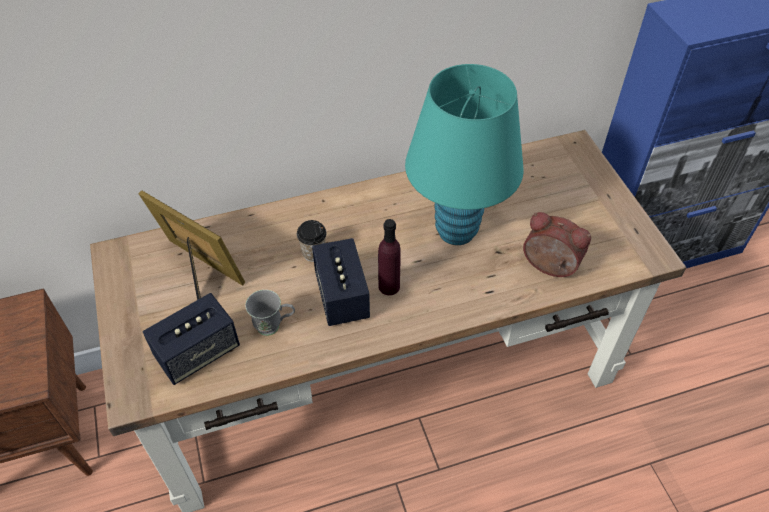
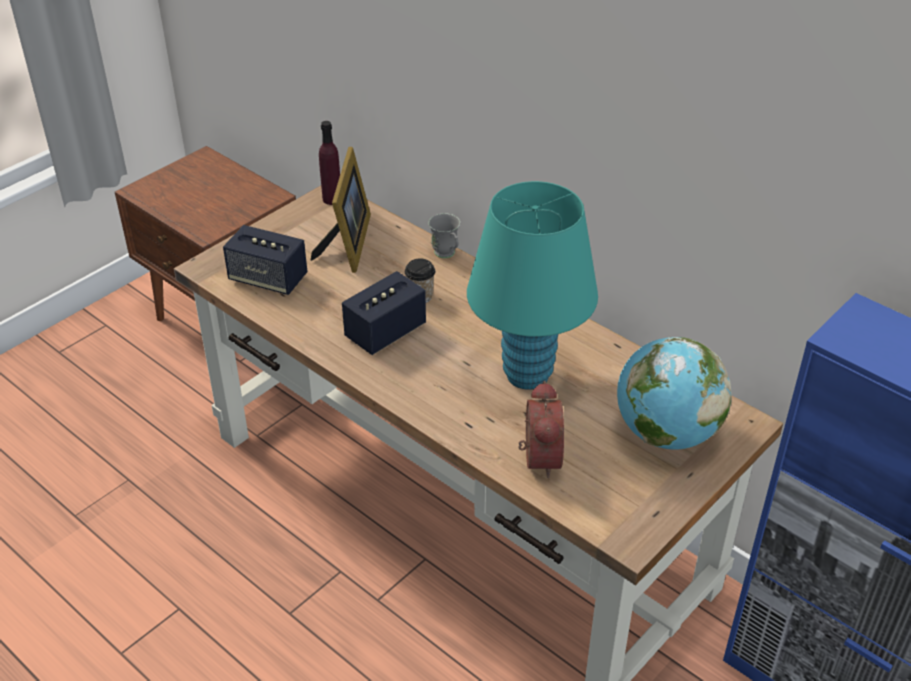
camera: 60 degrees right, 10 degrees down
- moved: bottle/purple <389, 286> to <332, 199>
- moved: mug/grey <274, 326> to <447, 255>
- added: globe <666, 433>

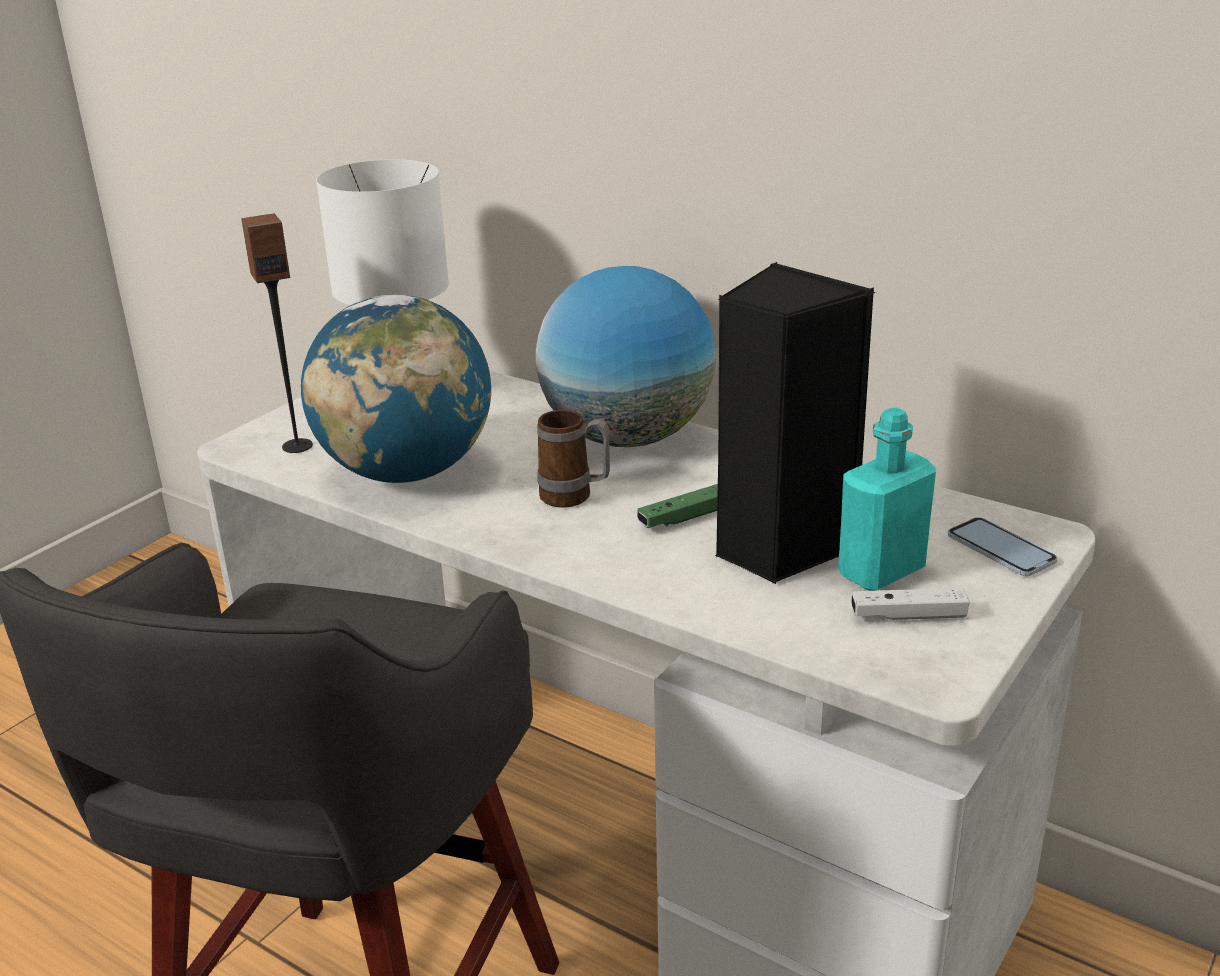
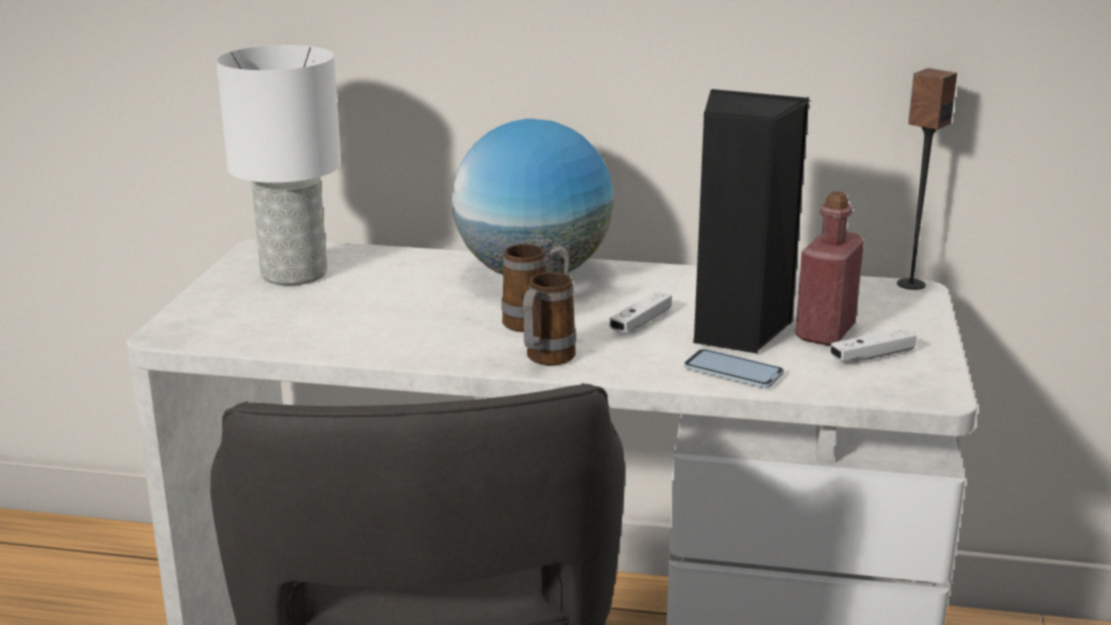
camera: 25 degrees left, 5 degrees down
- added: mug <545, 360>
- recoloured: game controller/green <684, 518> to game controller/white <641, 322>
- moved: phone <1001, 549> to <733, 371>
- recoloured: bottle/turquoise <881, 572> to bottle/red <825, 332>
- moved: speaker <297, 446> to <910, 284>
- removed: globe <407, 472>

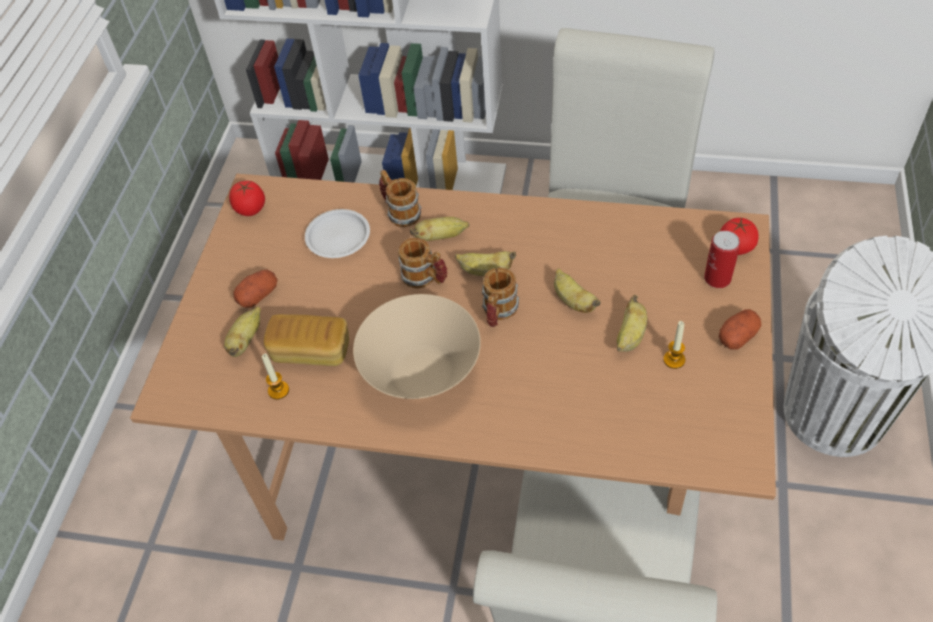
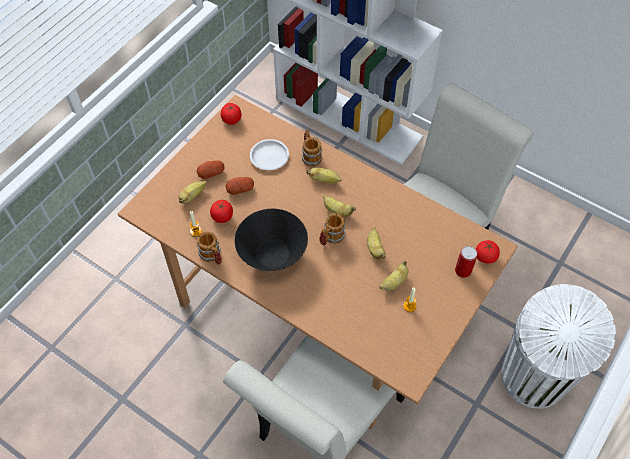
camera: 20 degrees right, 5 degrees up
- moved: mug <425, 278> to <212, 256>
- replaced: bread <311, 351> to tomato <222, 216>
- moved: potato <737, 336> to <240, 189>
- recoloured: bowl/beige <422, 373> to bowl/black <272, 254>

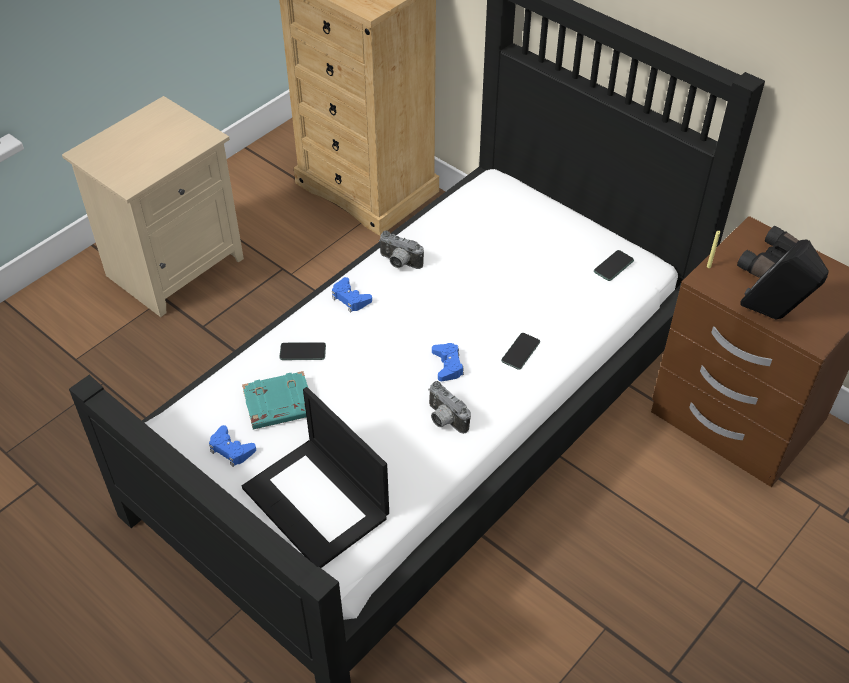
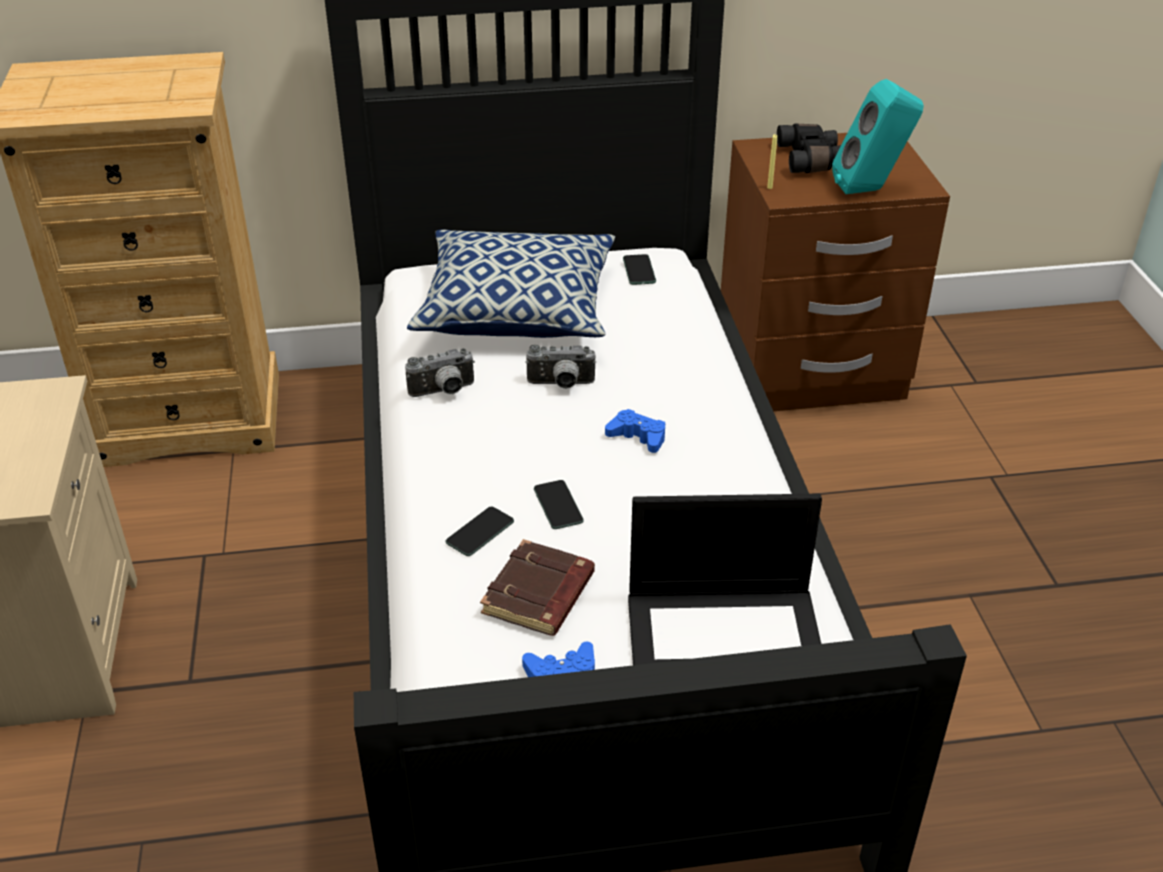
camera: 50 degrees left, 10 degrees down
- added: pillow <517, 310>
- recoloured: book/turquoise <278, 405> to book/brown <539, 595>
- moved: photo camera <444, 419> to <561, 385>
- moved: phone <520, 351> to <558, 505>
- recoloured: speaker/black <774, 316> to speaker/turquoise <871, 190>
- removed: game controller/blue <350, 298>

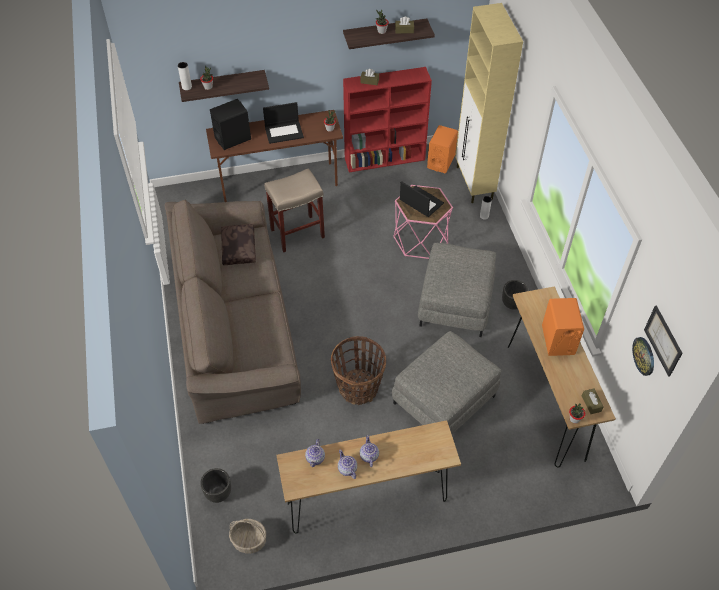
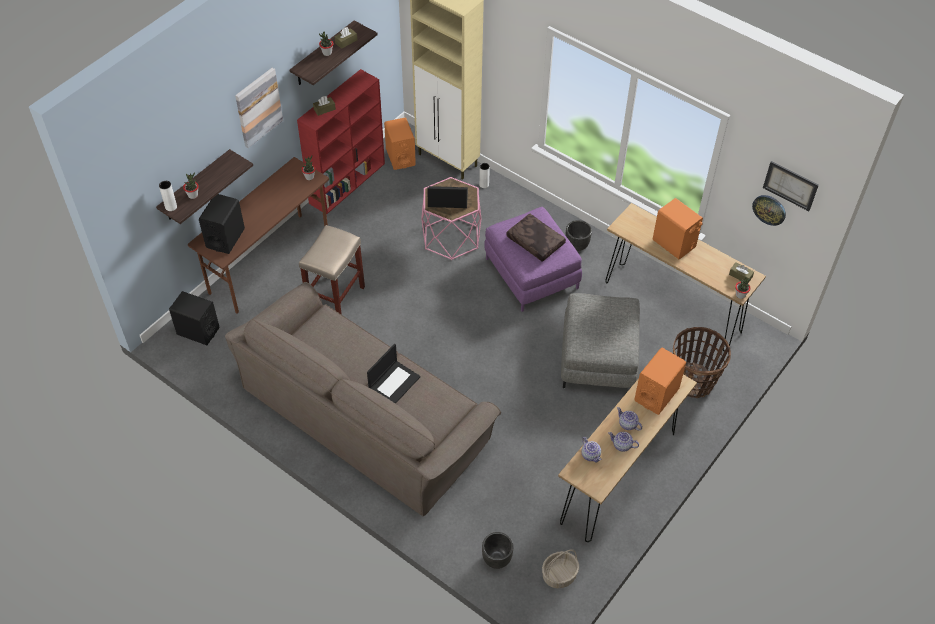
camera: 40 degrees left, 0 degrees up
- added: speaker/black <198, 331>
- added: picture <258, 107>
- moved: laptop <284, 132> to <394, 382>
- recoloured: ottoman/grey <456, 303> to ottoman/purple <532, 273>
- moved: pillow/brown <238, 248> to <534, 242>
- added: speaker/orange <656, 394>
- moved: basket <358, 388> to <692, 381>

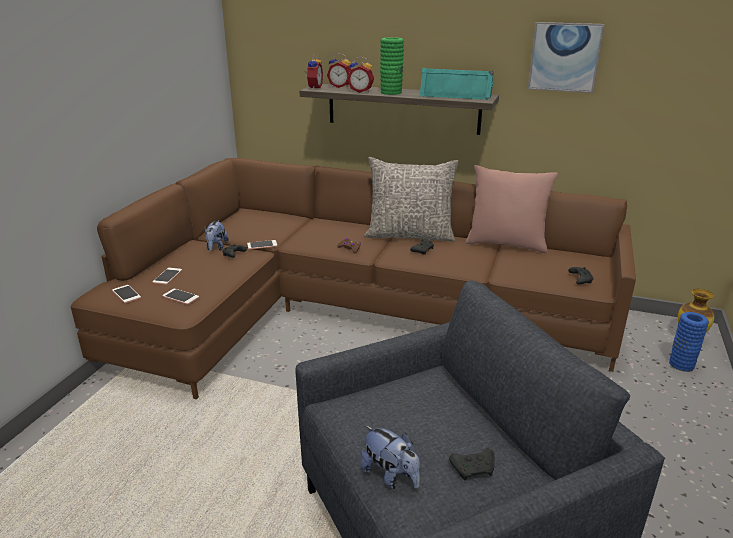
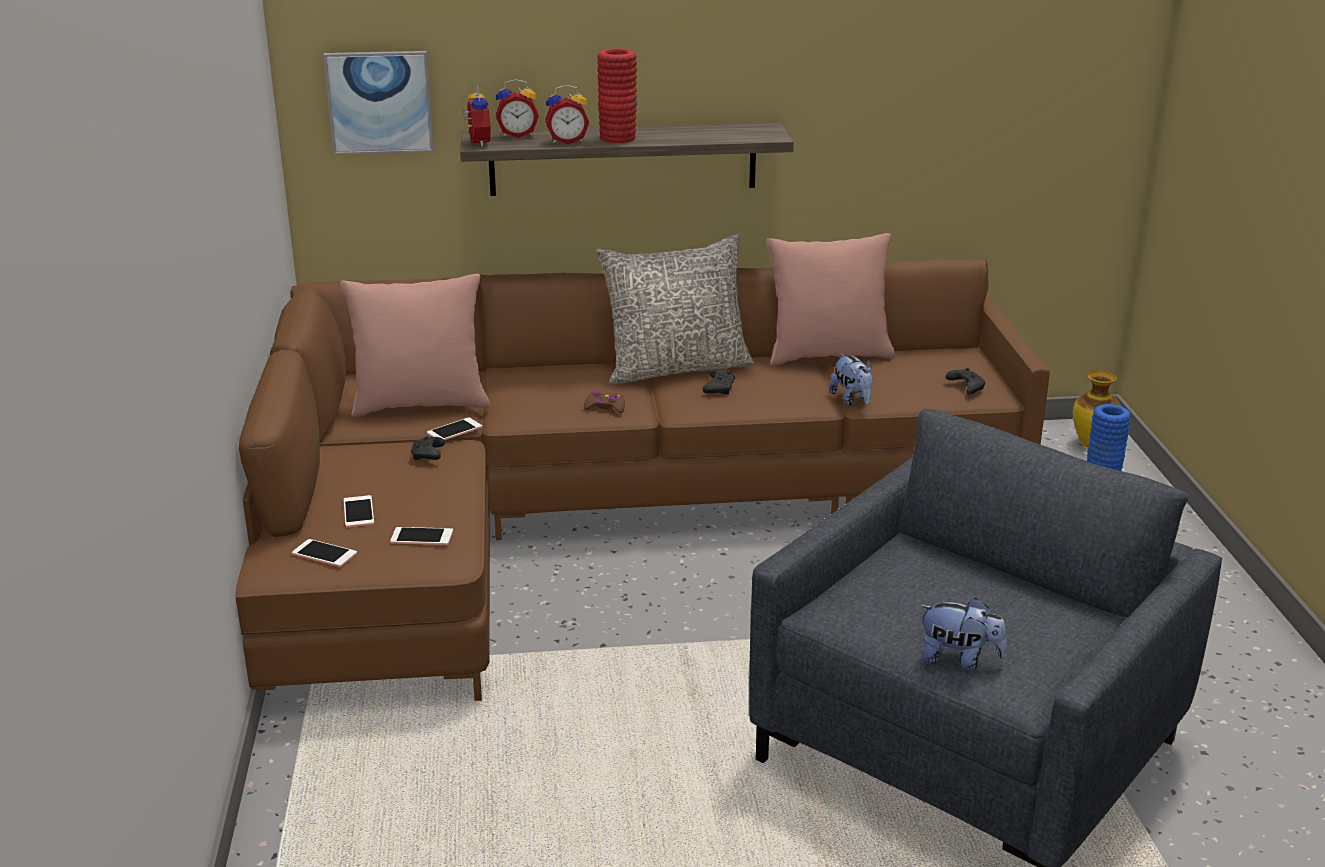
camera: 25 degrees left, 0 degrees up
- moved: picture <564, 57> to <379, 102>
- added: pillow/pink <420, 404>
- recoloured: vase/green <391, 92> to vase/red <618, 138>
- moved: plush toy <216, 248> to <852, 400>
- removed: speaker/turquoise <456, 95>
- removed: game controller/black <474, 469>

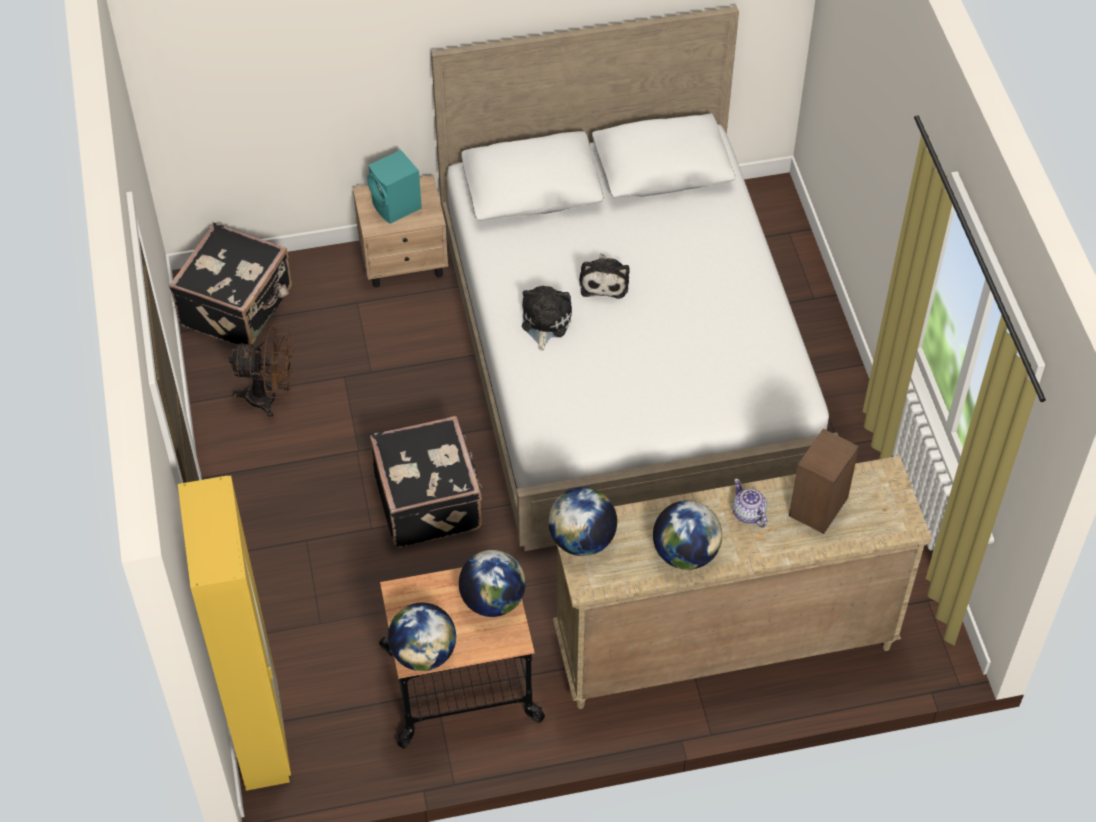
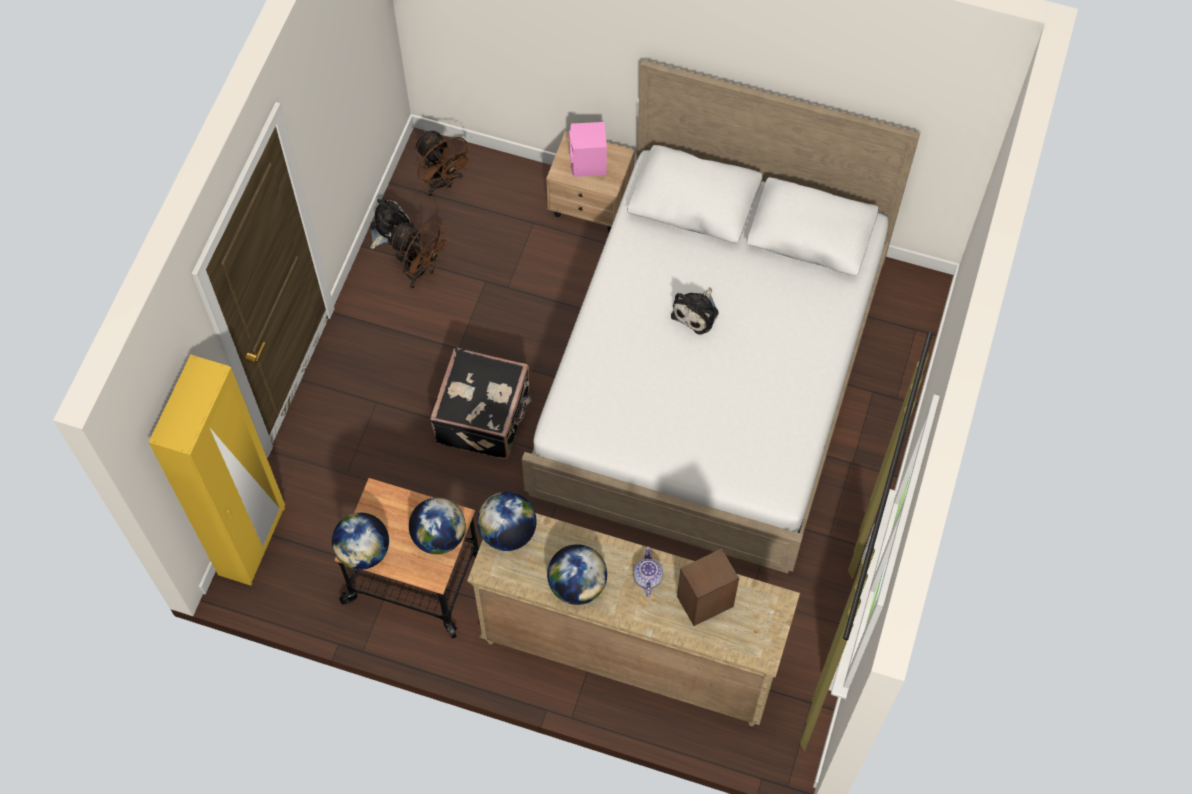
camera: 30 degrees right, 10 degrees up
- moved: plush toy <545, 322> to <389, 228>
- replaced: suitcase/black <238, 307> to fan/brown <443, 183>
- recoloured: speaker/turquoise <397, 207> to speaker/pink <588, 164>

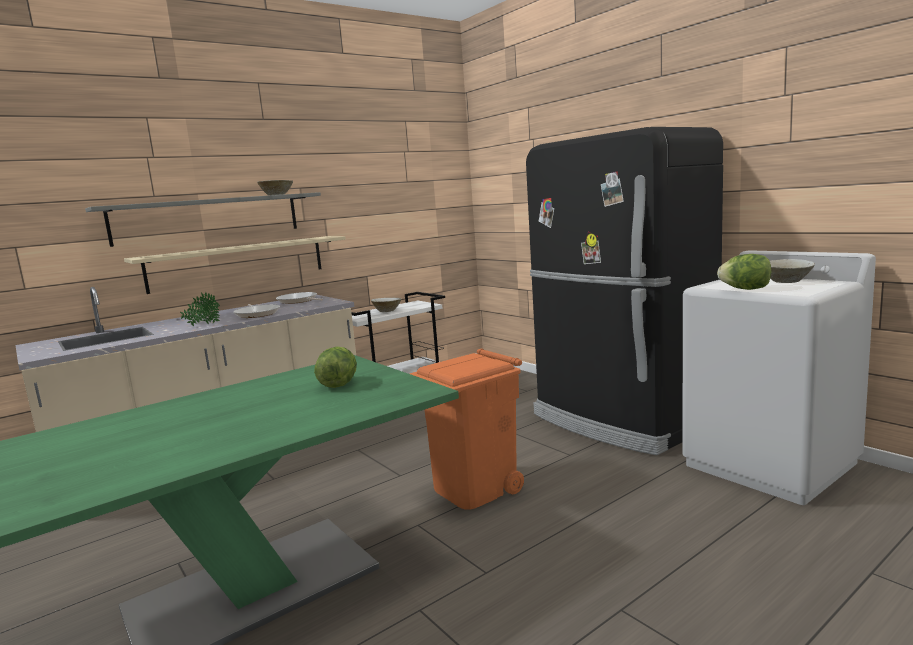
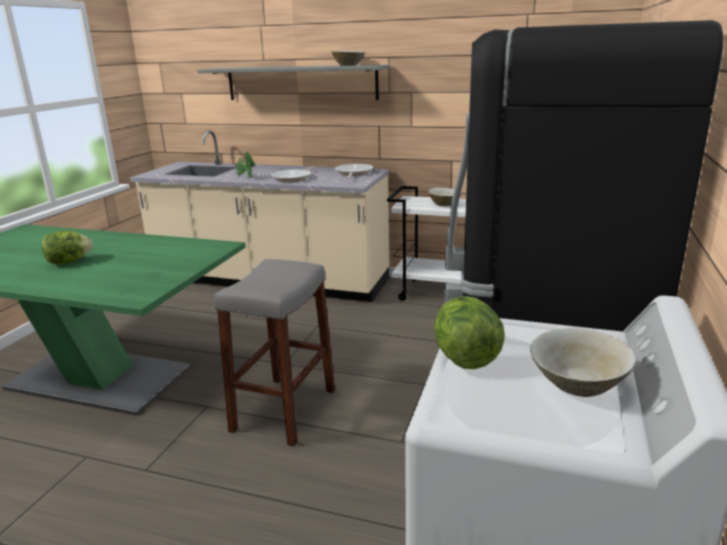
camera: 55 degrees right, 10 degrees up
- moved: lettuce <338, 384> to <68, 262>
- replaced: trash can/orange <474, 489> to stool/grey <284, 410>
- removed: shelf/beige <238, 263>

